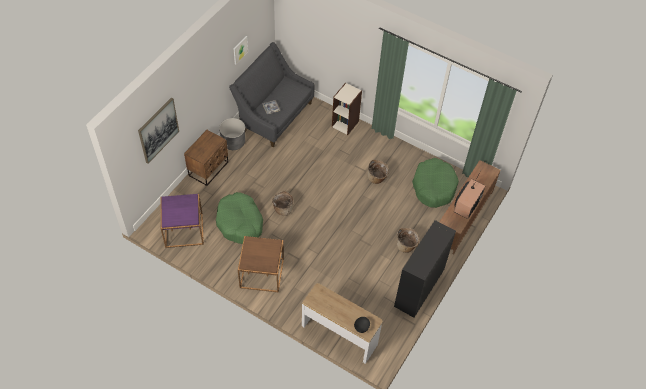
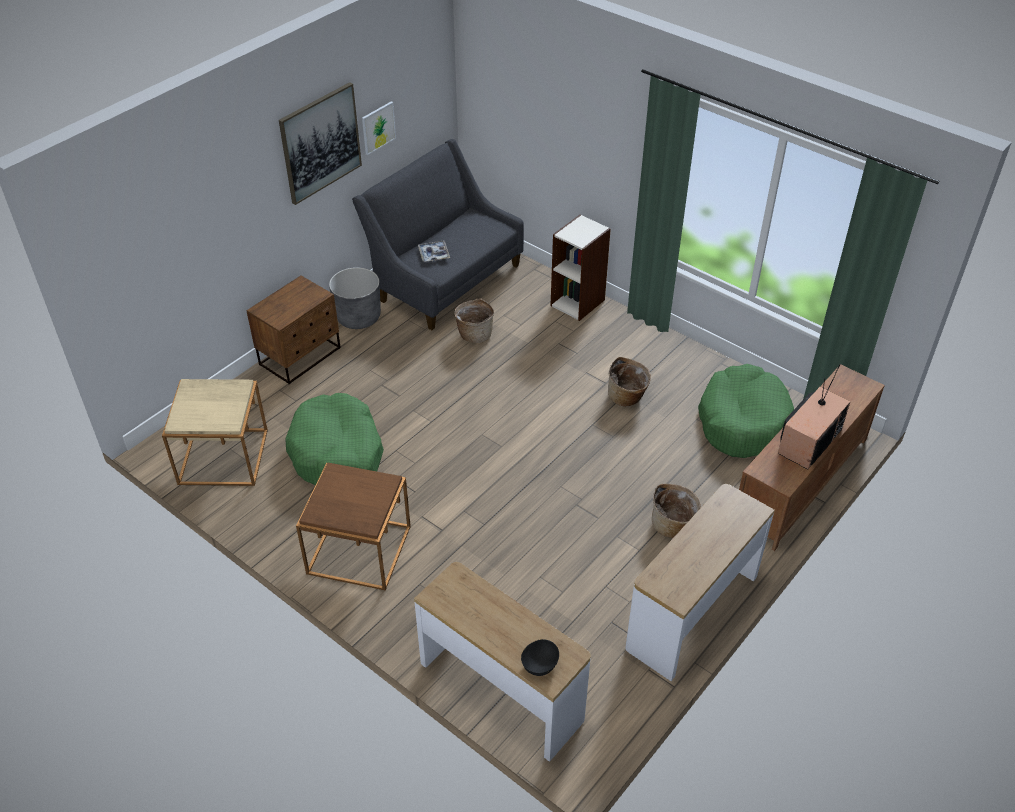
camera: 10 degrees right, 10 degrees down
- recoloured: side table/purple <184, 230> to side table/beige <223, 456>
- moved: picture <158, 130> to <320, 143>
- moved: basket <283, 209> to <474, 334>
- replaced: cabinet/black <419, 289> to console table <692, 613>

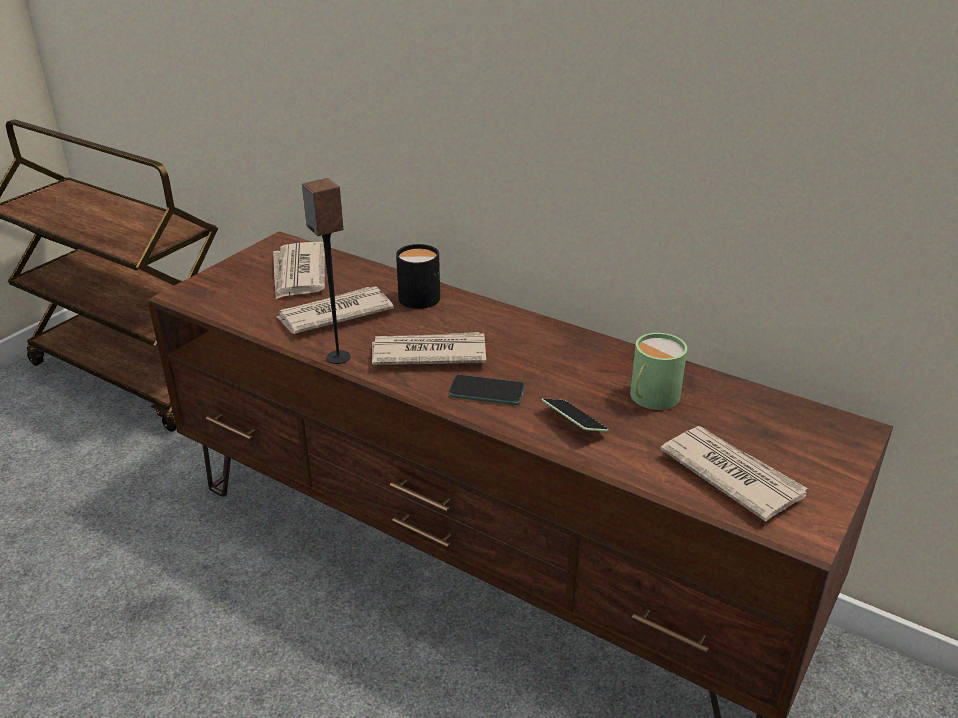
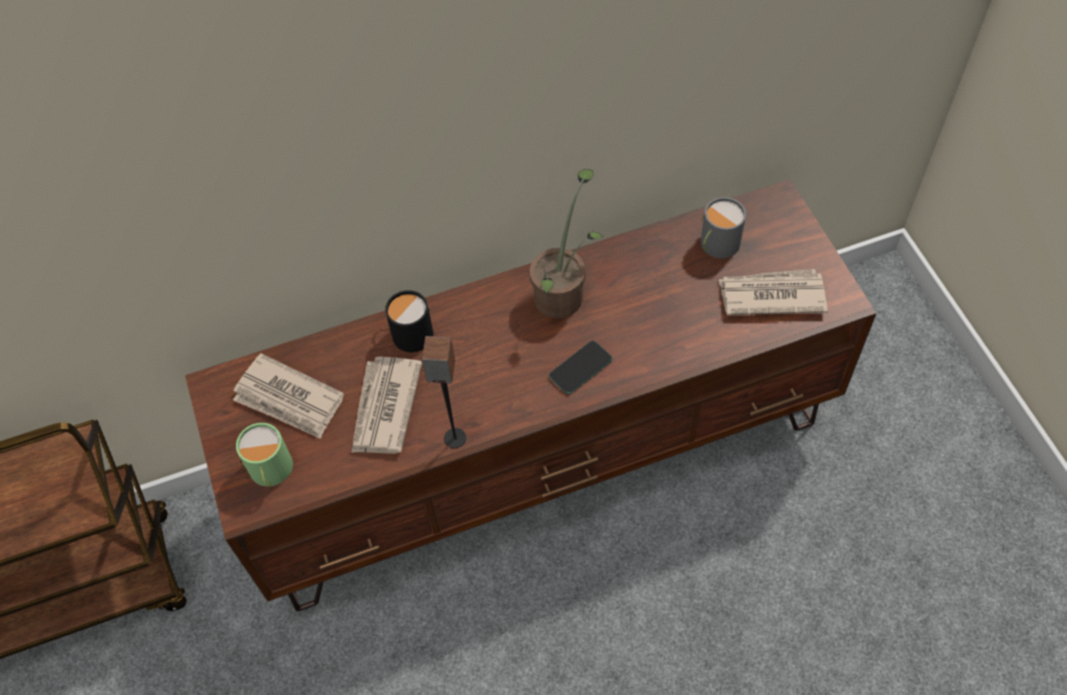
camera: 50 degrees left, 25 degrees up
- moved: mug/green <650, 397> to <270, 471>
- added: potted plant <563, 292>
- added: mug/grey <716, 244>
- removed: newspaper <427, 353>
- removed: phone <573, 423>

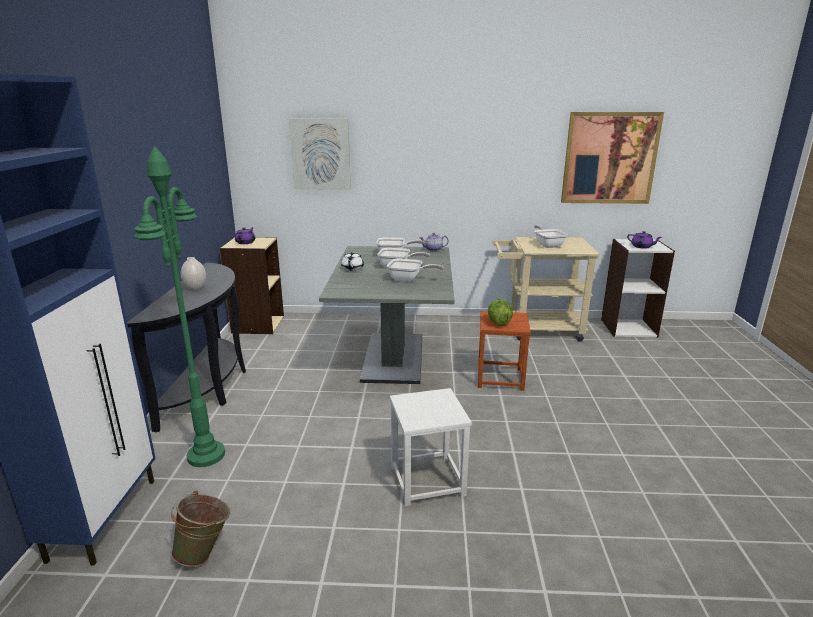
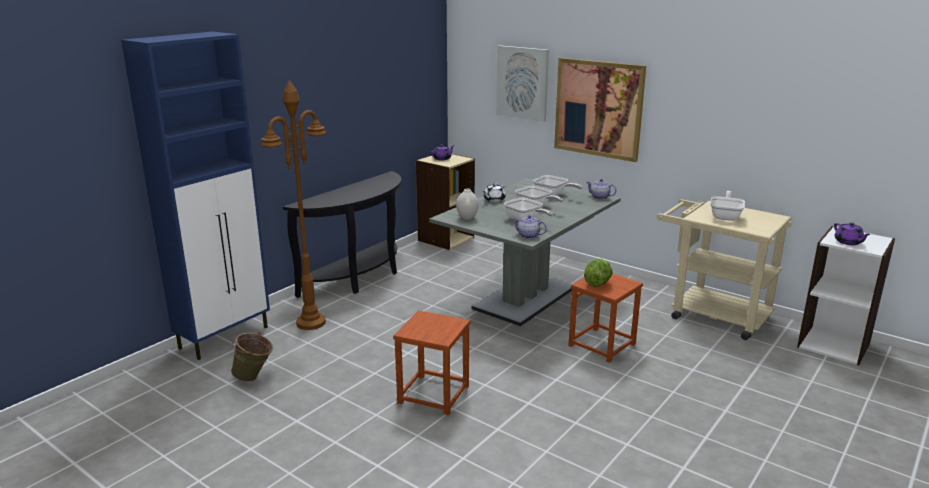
camera: 35 degrees right, 0 degrees up
- recoloured: floor lamp/green <206, 455> to floor lamp/brown <311, 322>
- recoloured: stool/white <427, 481> to stool/brown <433, 395>
- moved: vase/white <195, 288> to <467, 218>
- added: teapot <528, 236>
- moved: picture <609, 158> to <598, 108>

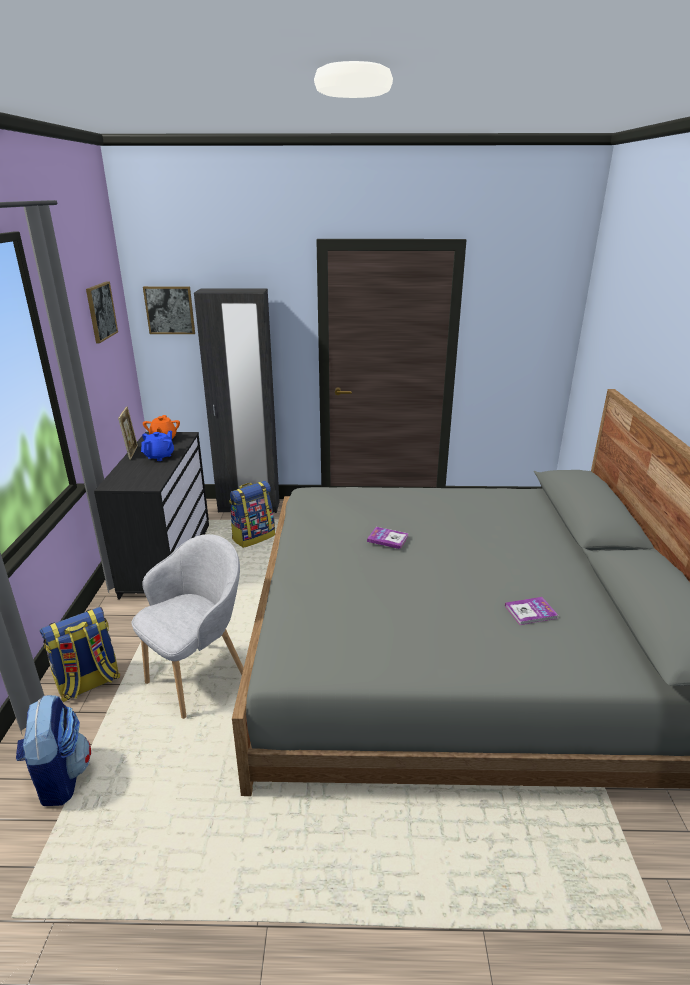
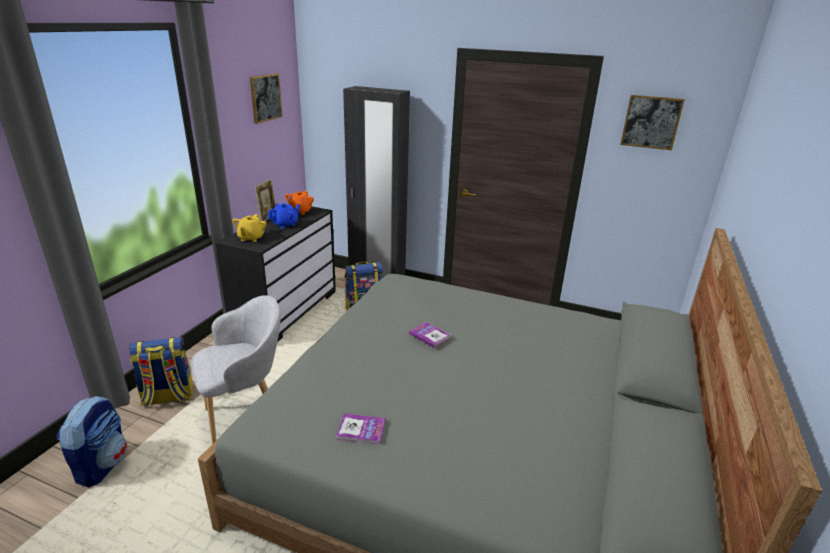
camera: 20 degrees right, 0 degrees up
- added: teapot/yellow <251, 238>
- moved: book <530, 612> to <361, 430>
- moved: picture <170, 310> to <651, 122>

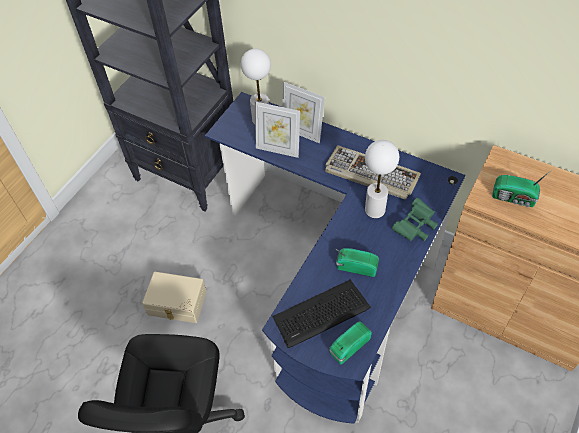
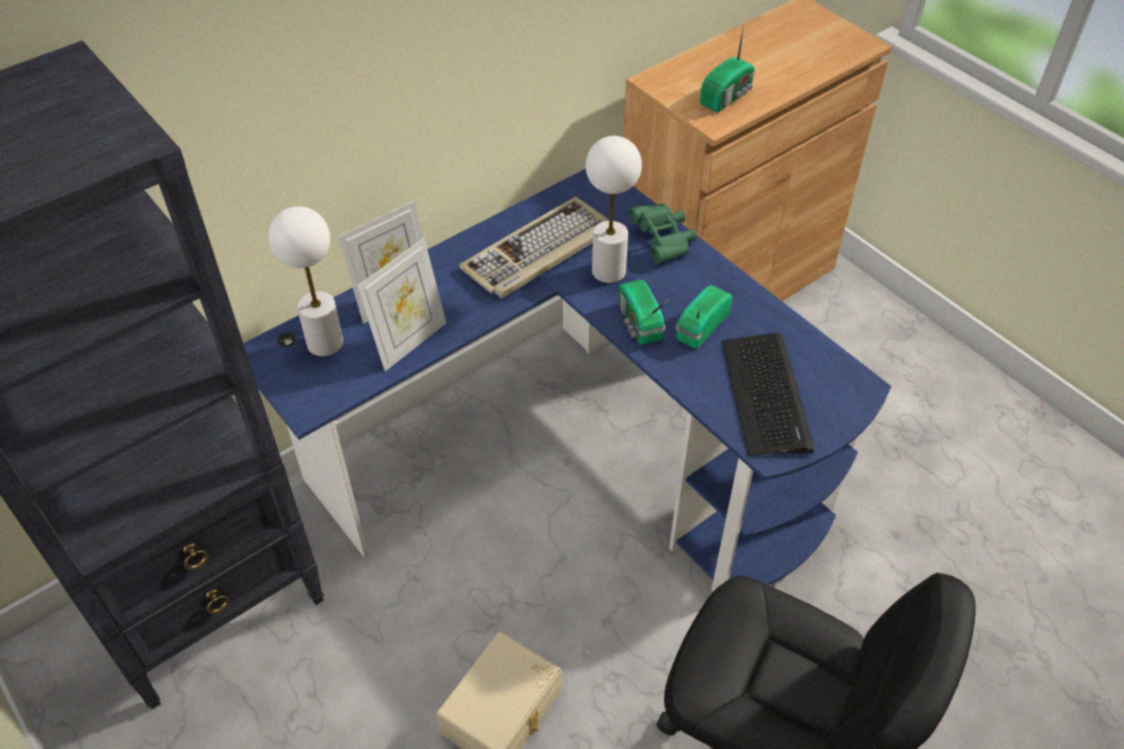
camera: 70 degrees left, 5 degrees down
- moved: radio <348, 346> to <639, 324>

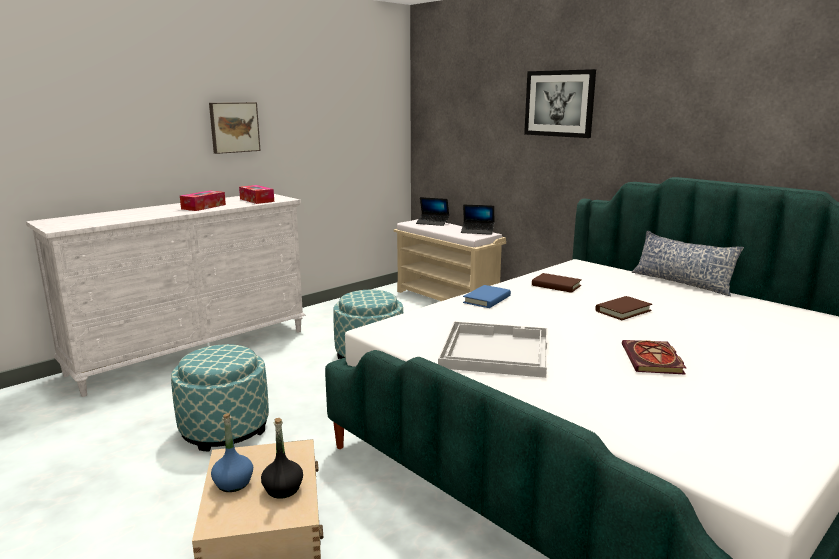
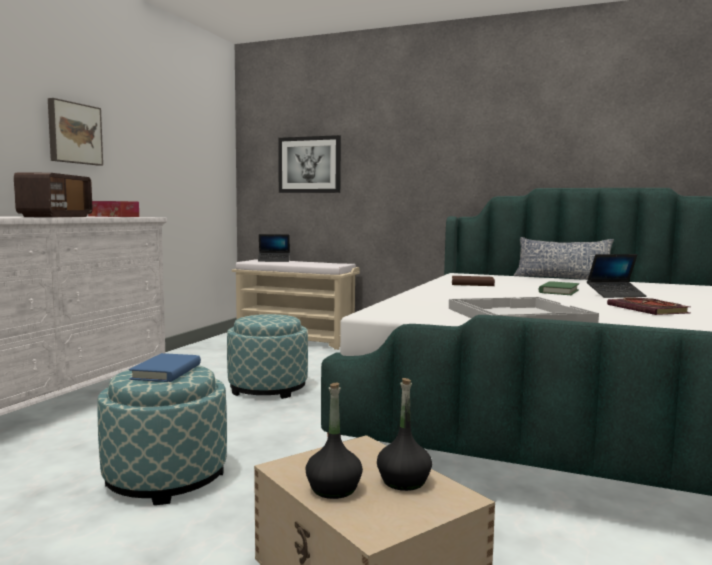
camera: 25 degrees left, 10 degrees down
- replaced: tissue box <203, 207> to radio <56, 216>
- moved: book/blue <487, 299> to <166, 372>
- moved: picture <559, 103> to <309, 165>
- recoloured: bottle/blue <233, 483> to bottle/black <333, 489>
- recoloured: book/brown <623, 311> to book/green <558, 291>
- moved: laptop <477, 231> to <616, 295>

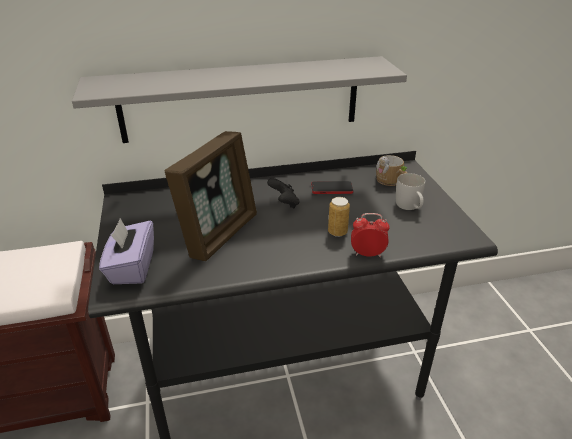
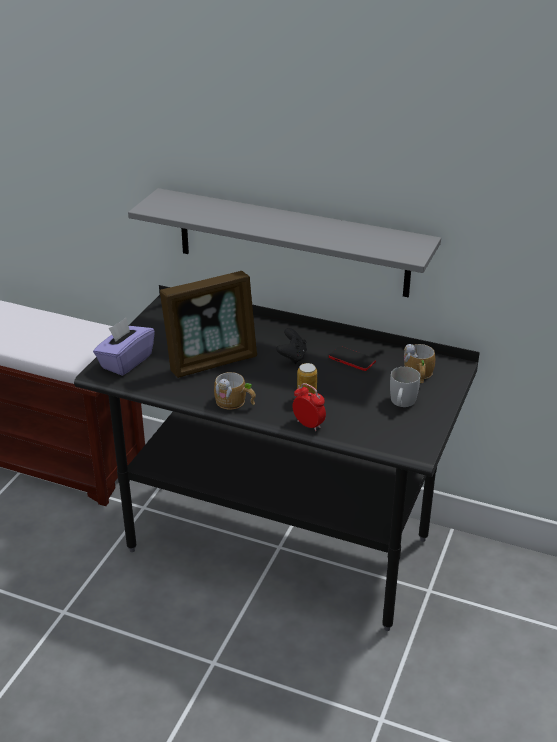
camera: 35 degrees right, 0 degrees up
- added: mug <235, 403>

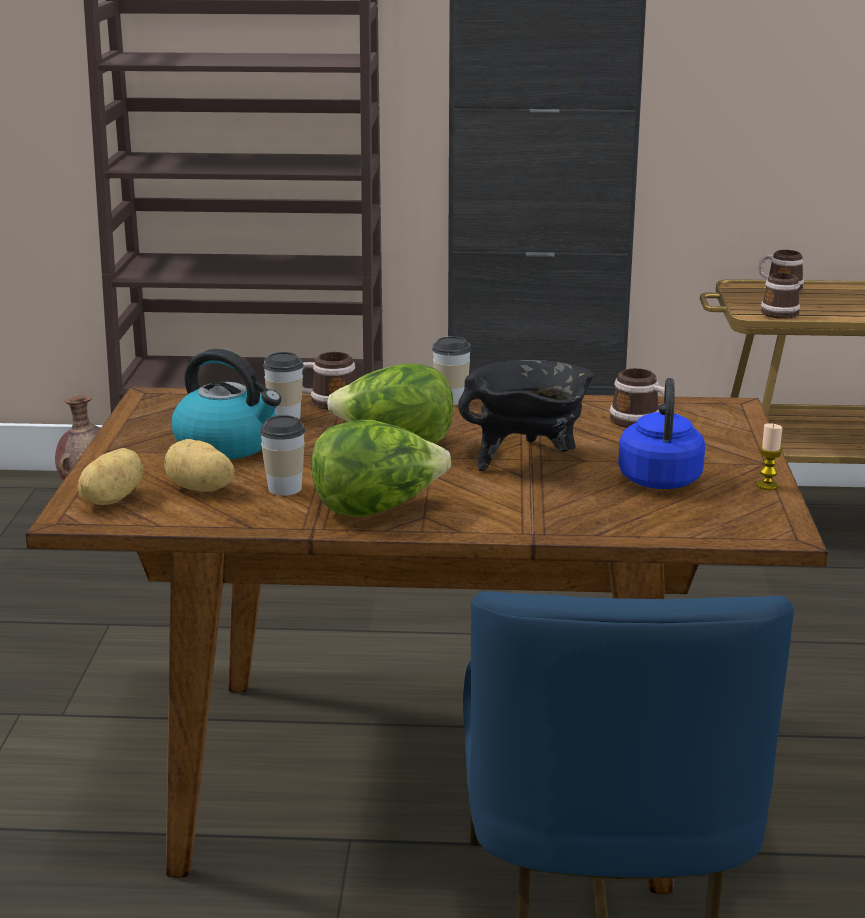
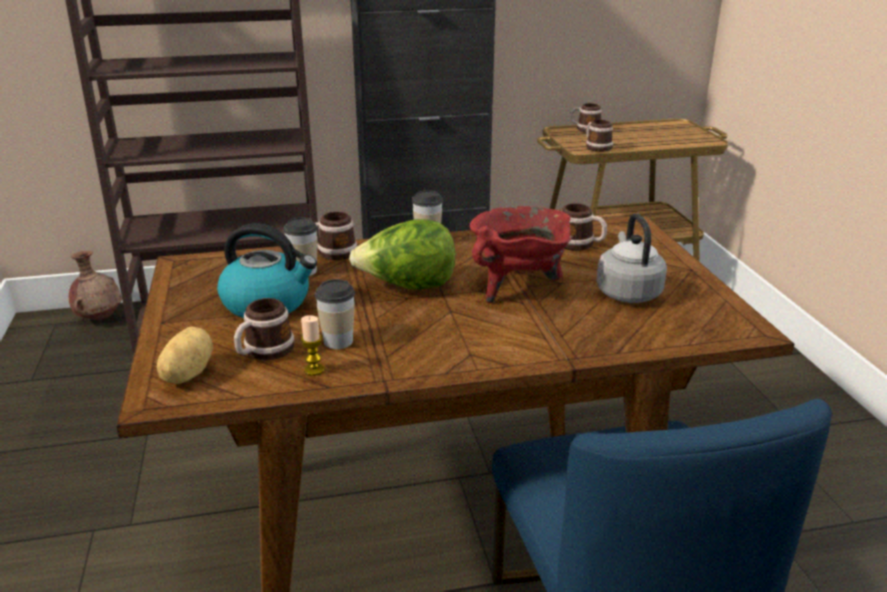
camera: 15 degrees left, 5 degrees up
- replaced: potato <200, 489> to mug <264, 352>
- moved: candle <767, 485> to <314, 370>
- recoloured: cooking pot/black <527, 460> to cooking pot/red <518, 288>
- recoloured: kettle/blue <660, 478> to kettle/grey <627, 292>
- removed: lettuce <377, 509>

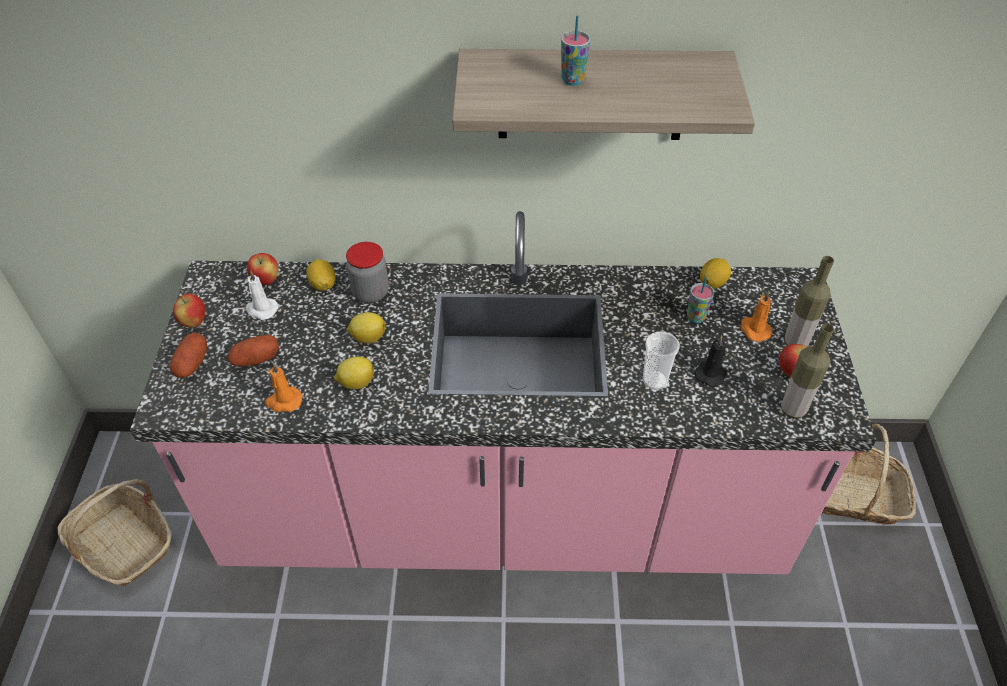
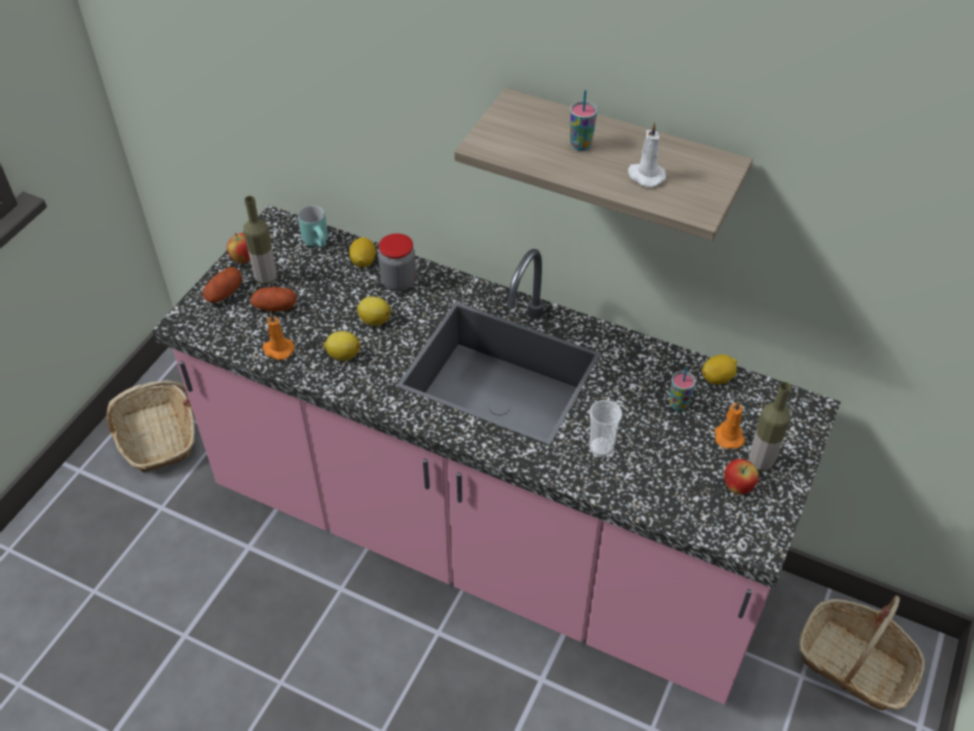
camera: 25 degrees right, 0 degrees up
- moved: bottle <793, 410> to <266, 278>
- replaced: apple <266, 280> to mug/turquoise <319, 242>
- moved: candle/white <261, 309> to <645, 176>
- removed: candle/black <711, 373>

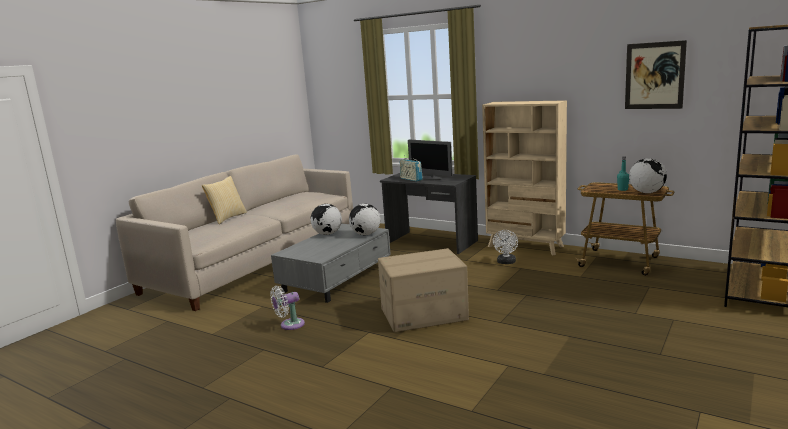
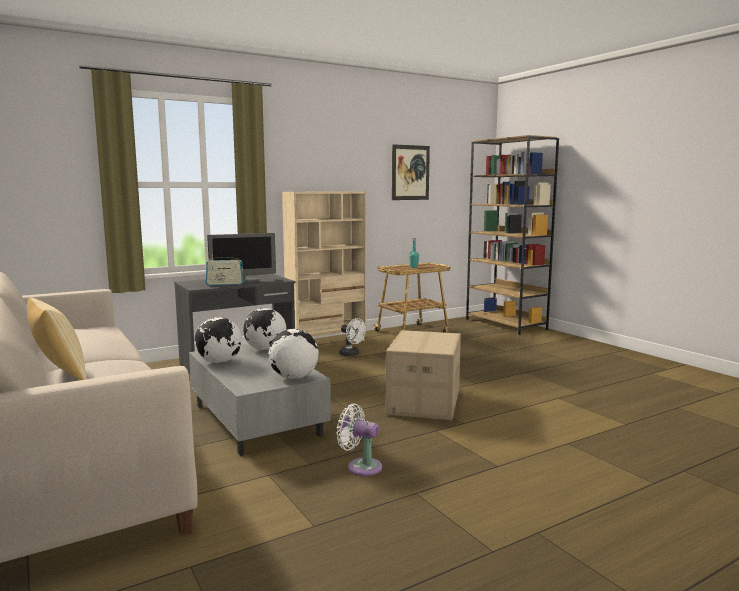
camera: 65 degrees left, 5 degrees down
- moved: globe <646, 192> to <294, 378>
- turned: fan/white <289, 325> = <361, 466> 120 degrees clockwise

